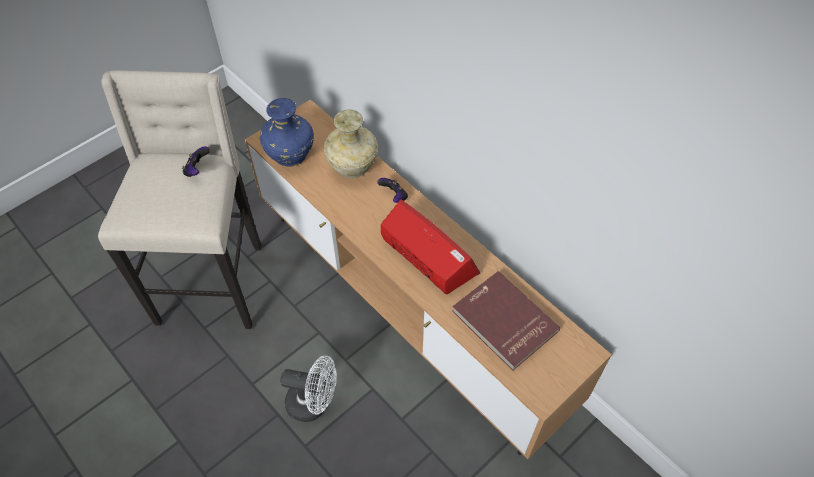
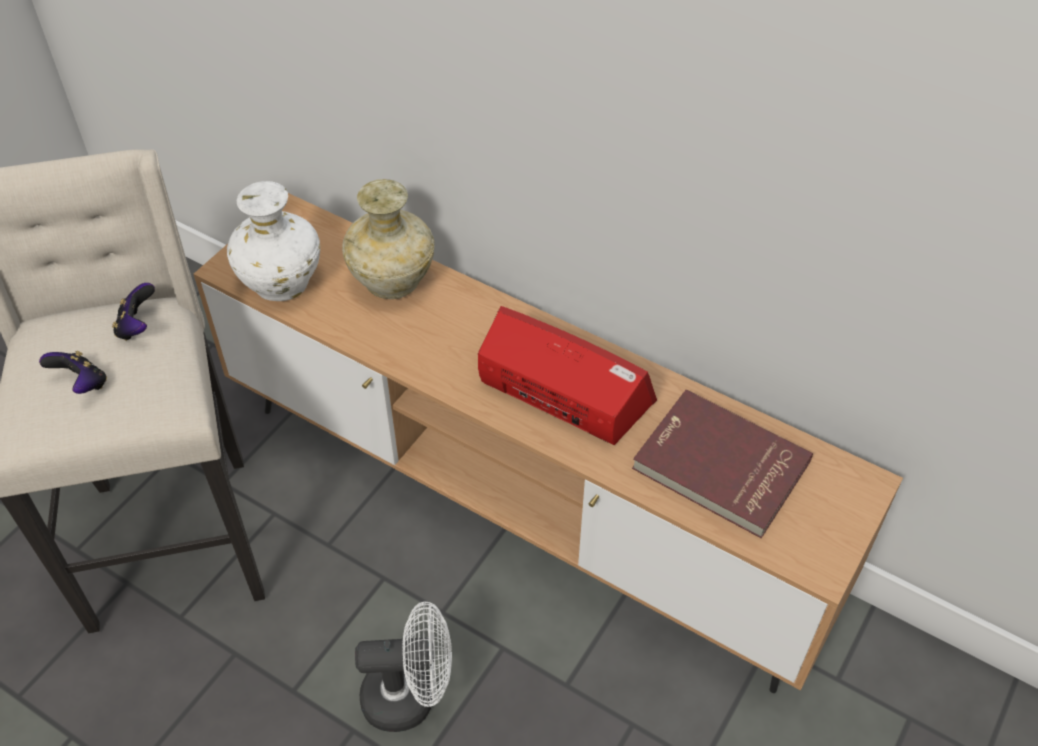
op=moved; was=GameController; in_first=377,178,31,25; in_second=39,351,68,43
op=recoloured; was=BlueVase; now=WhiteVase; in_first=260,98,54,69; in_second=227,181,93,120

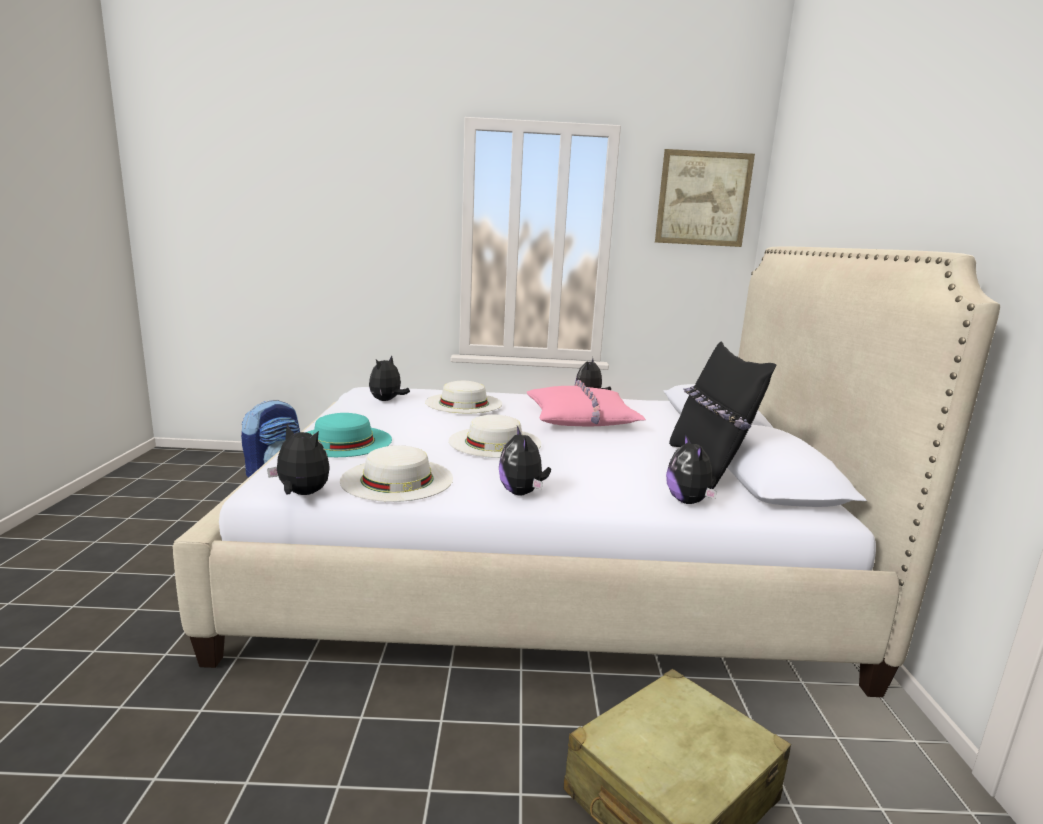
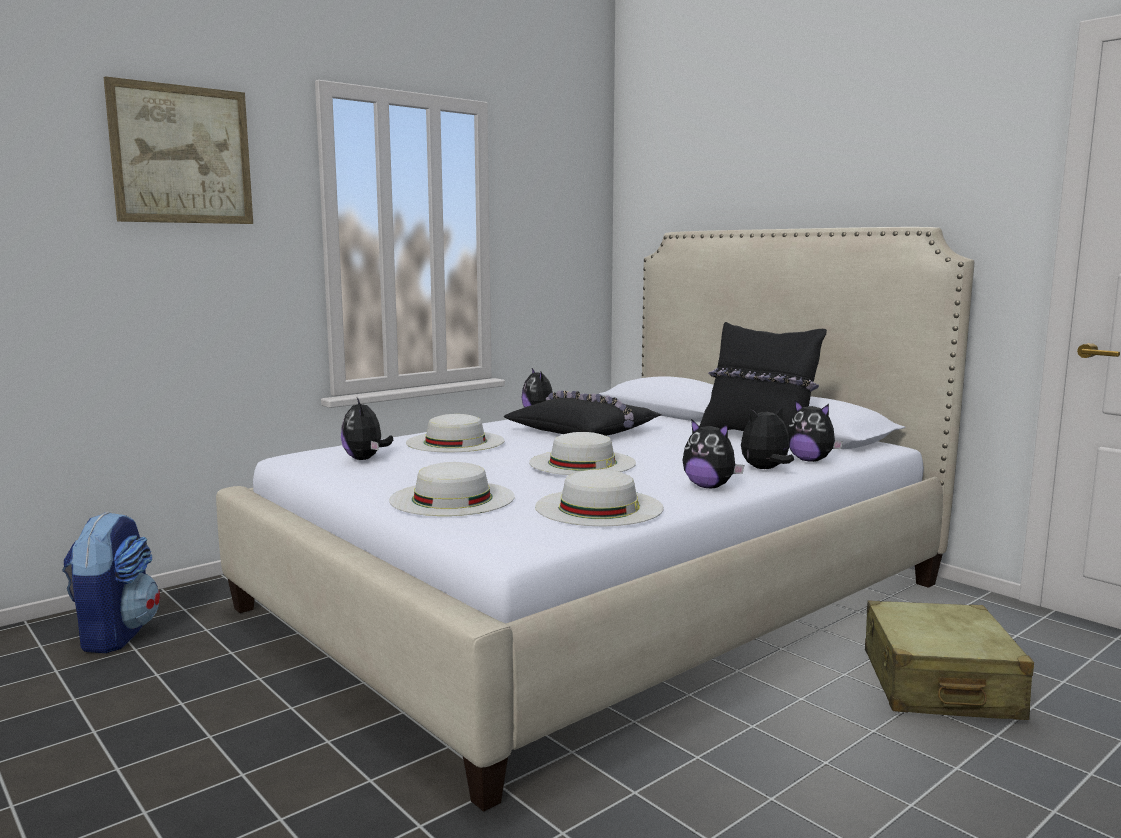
op=moved; was=Picture; in_first=655,149,100,98; in_second=104,76,149,148
op=recoloured; was=TurquoiseHat; now=WhiteHat; in_first=306,413,86,44; in_second=389,462,126,54
op=recoloured; was=PinkPillow; now=BlackPillow; in_first=527,380,119,46; in_second=503,390,158,46
op=moved; was=PlushToy; in_first=267,425,63,70; in_second=741,407,53,62

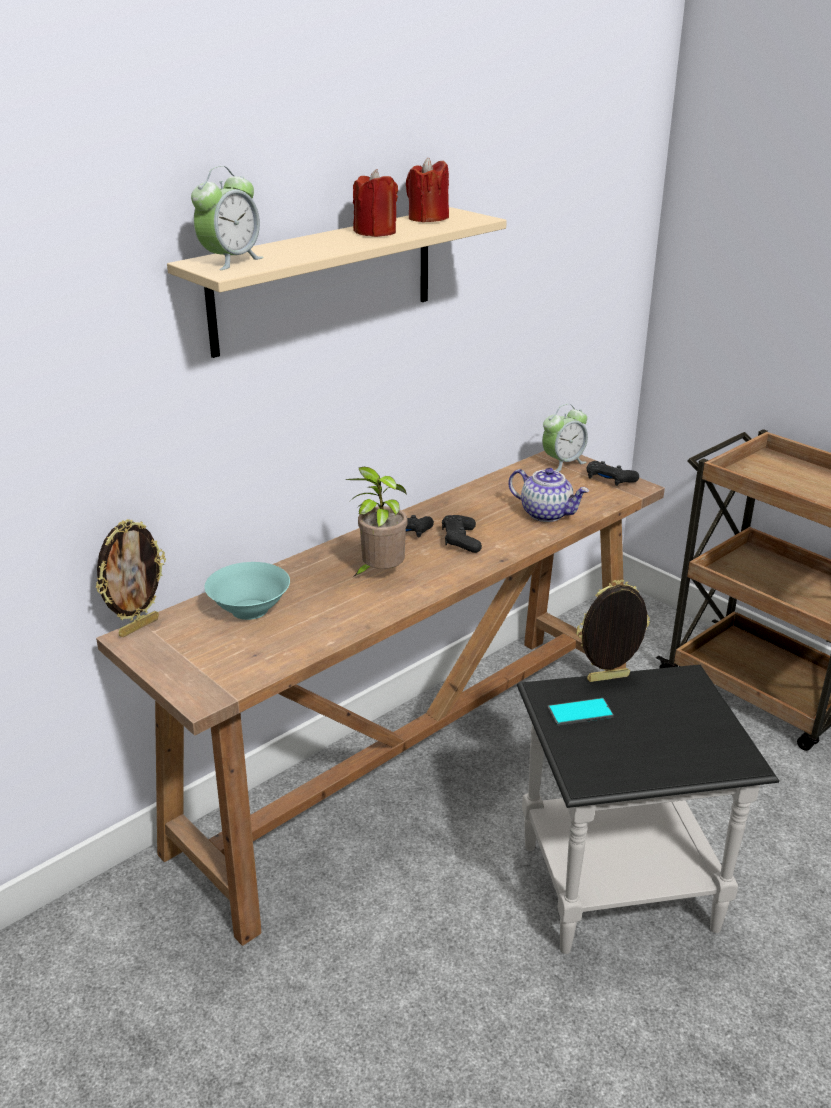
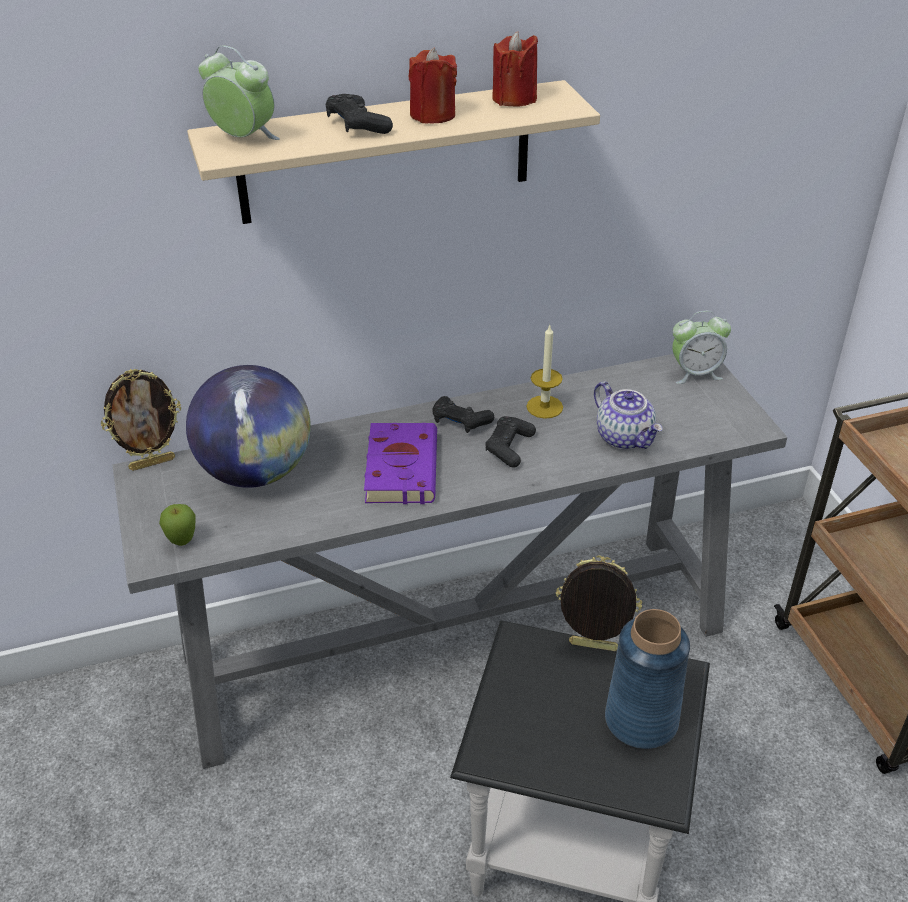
op=recoloured; was=BrownConsoleTable; now=GreyConsoleTable; in_first=96,451,569,495; in_second=112,354,675,415
op=added; now=Apple; in_second=159,504,36,42
op=replaced; was=TurquoiseBowl; now=Globe; in_first=205,562,85,58; in_second=186,365,125,123
op=turned; was=AlarmClock; in_first=191,166,73,104; in_second=199,45,81,95; clockwise=-120
op=moved; was=BlackGameController; in_first=587,461,52,25; in_second=326,94,67,40
op=replaced; was=PottedPlant; now=PurpleBook; in_first=346,467,61,111; in_second=364,423,73,81
op=added; now=Candle; in_second=526,324,37,95
op=added; now=BlueVase; in_second=605,609,85,140
op=removed; was=Phone; in_first=547,698,67,28

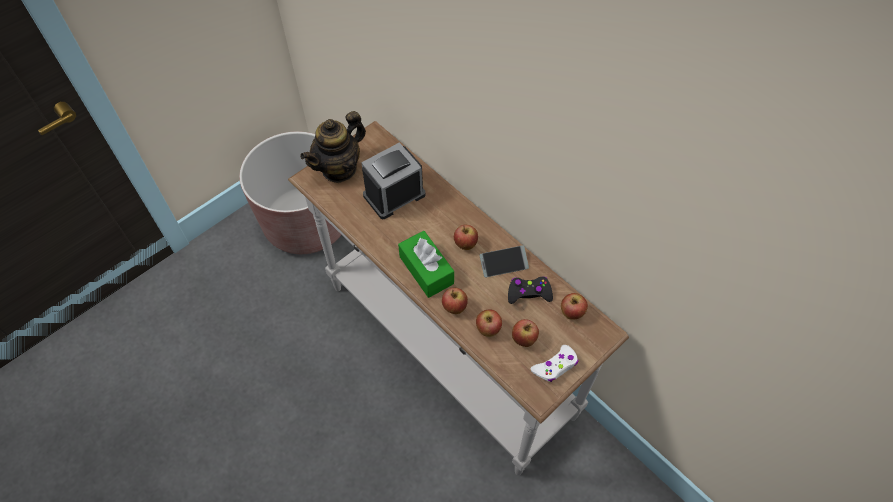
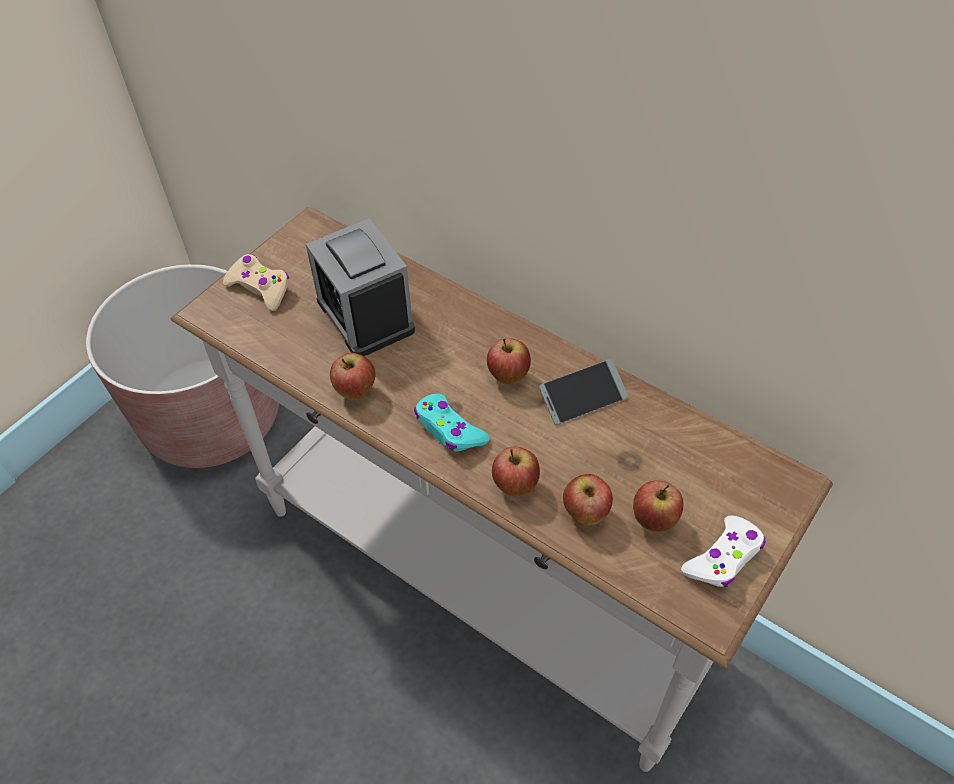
op=replaced; was=Teapot; now=BeigeGameController; in_first=300,111,66,72; in_second=223,254,66,57
op=turned; was=AlarmClock; in_first=361,143,65,76; in_second=306,218,109,138; clockwise=-75
op=moved; was=Apple; in_first=561,293,27,27; in_second=330,353,45,47
op=replaced; was=GreenTissueBox; now=TurquoiseGameController; in_first=398,231,56,67; in_second=414,393,76,58
op=removed; was=BlackGameController; in_first=508,276,45,28

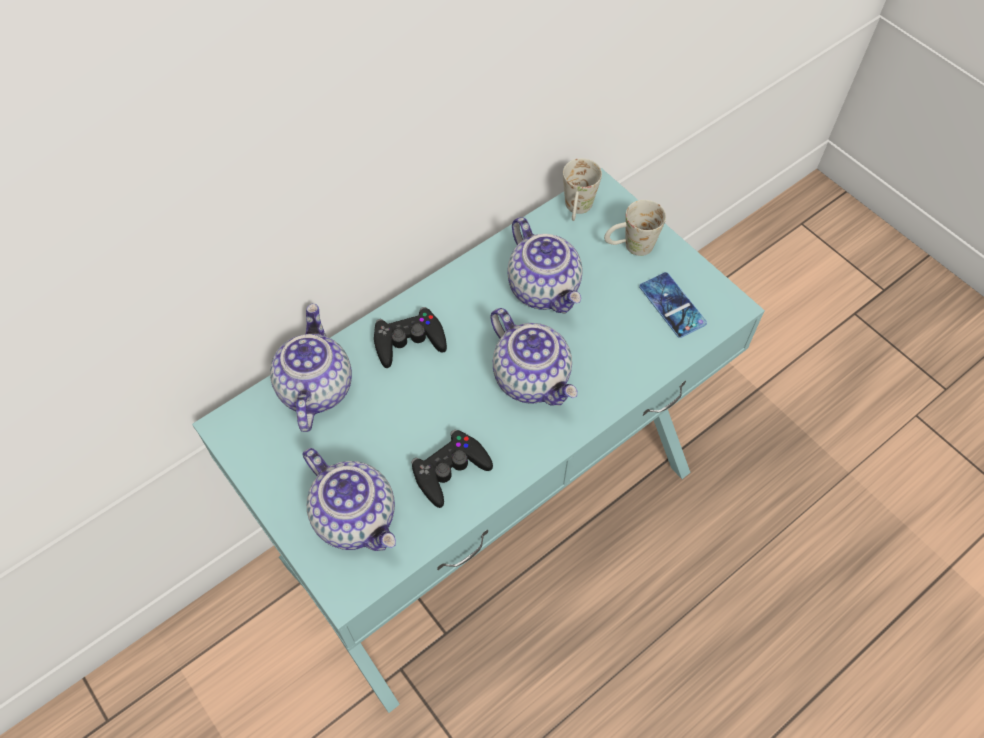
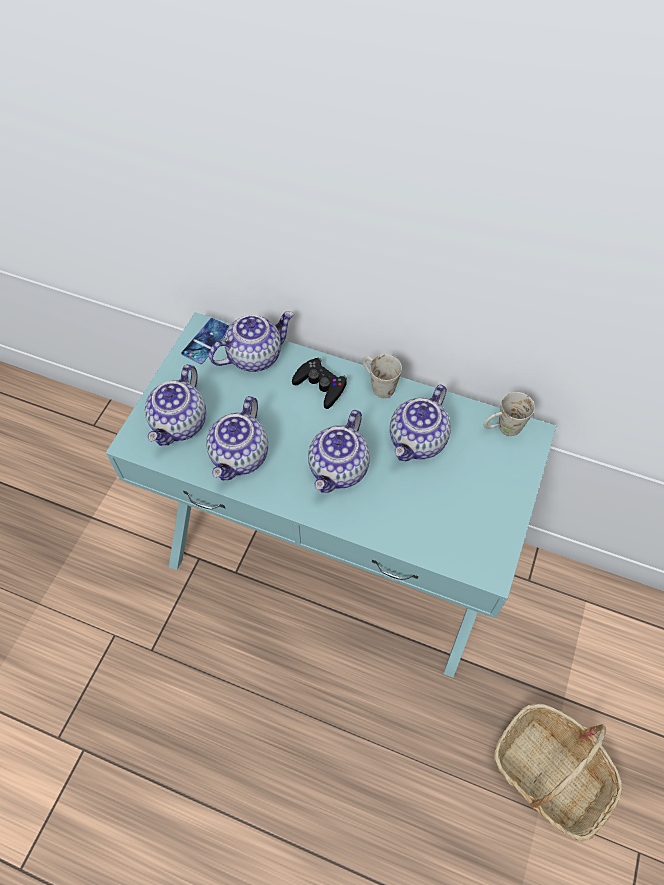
op=moved; was=Phone; in_first=639,272,68,66; in_second=181,318,48,46
op=replaced; was=BlackGameController; now=Teapot; in_first=411,429,82,79; in_second=206,396,62,84
op=moved; was=WhiteMug; in_first=604,200,62,56; in_second=362,355,40,43
op=added; now=Basket; in_second=494,703,128,139

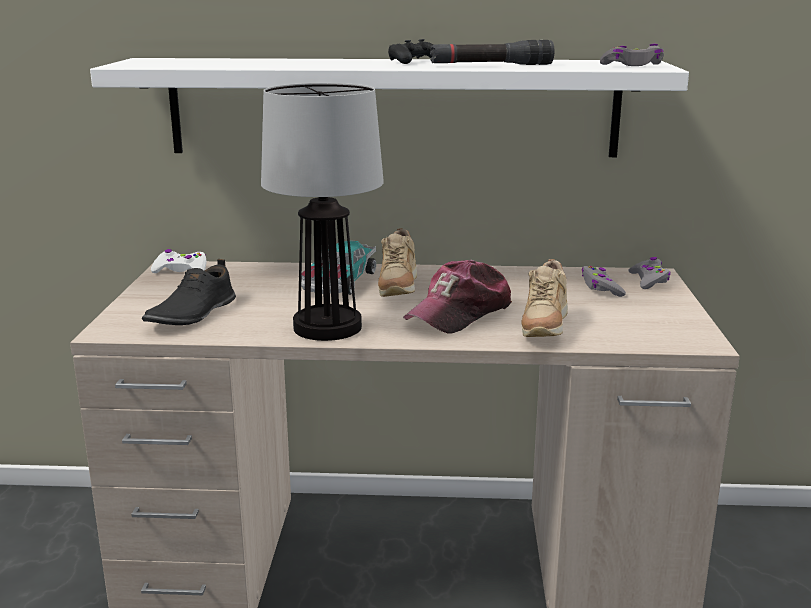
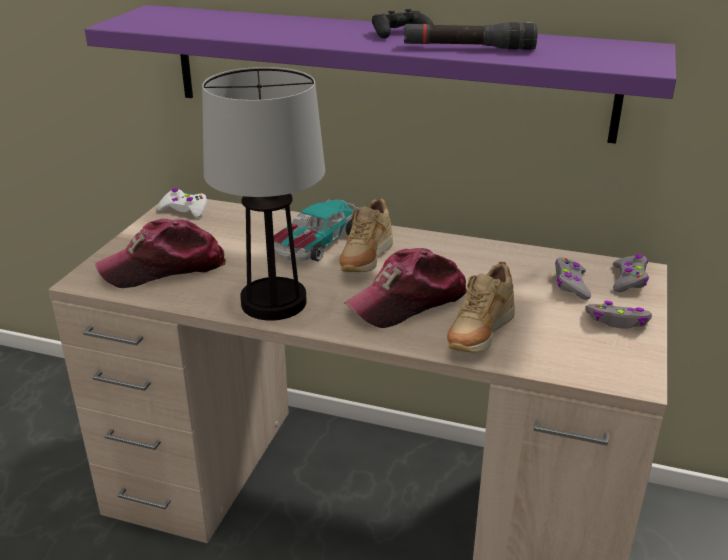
op=recoloured; was=WhiteShelf; now=PurpleShelf; in_first=90,58,599,99; in_second=85,5,591,139
op=replaced; was=BlackShoe; now=Cap; in_first=142,259,94,66; in_second=95,219,131,69
op=moved; was=GreyGameController; in_first=600,44,64,22; in_second=585,301,67,28

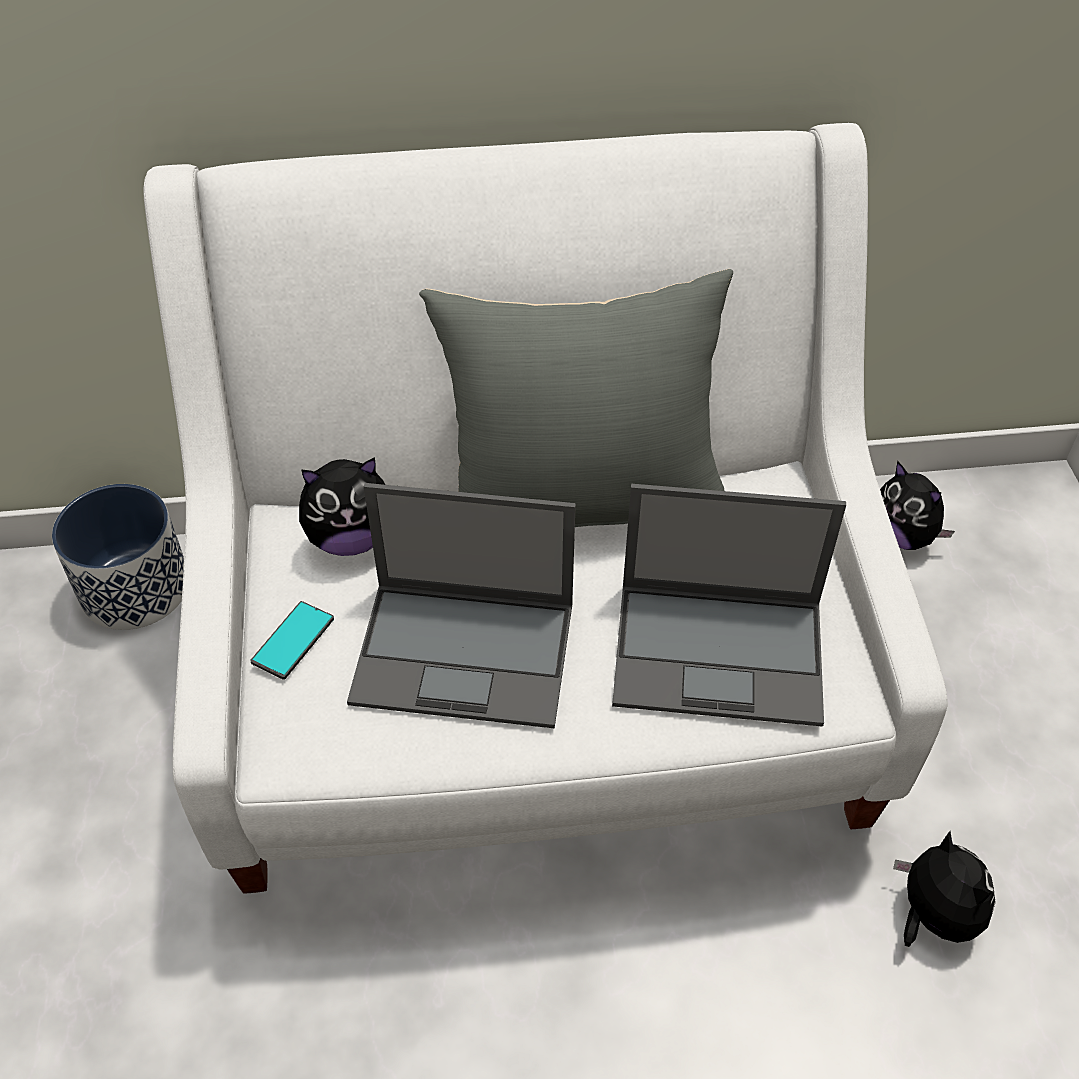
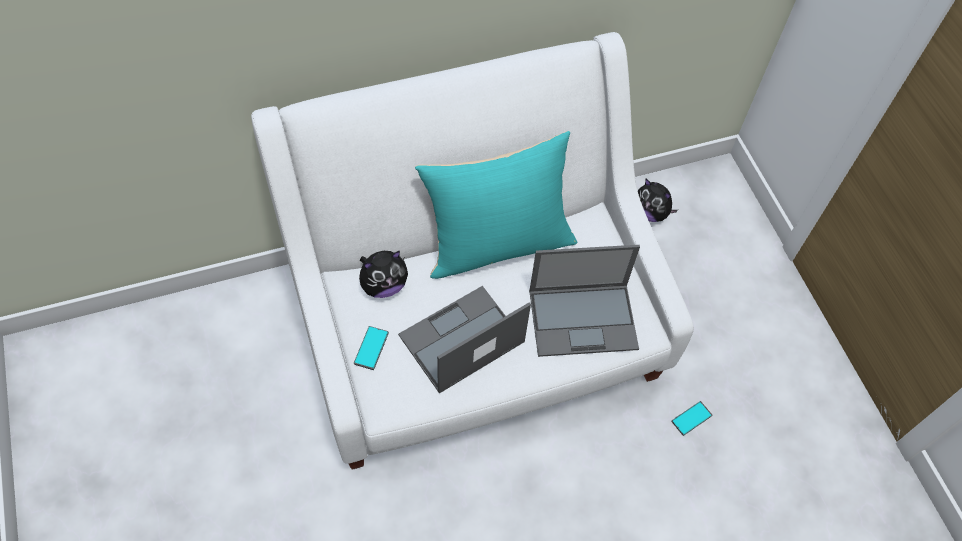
op=turned; was=Laptop; in_first=347,483,229,245; in_second=398,286,133,107; clockwise=150
op=recoloured; was=GreyPillow; now=TurquoisePillow; in_first=419,269,314,258; in_second=415,131,162,148
op=replaced; was=PlushToy; now=Phone; in_first=893,831,102,116; in_second=671,401,41,35
op=removed; was=Planter; in_first=52,484,132,146

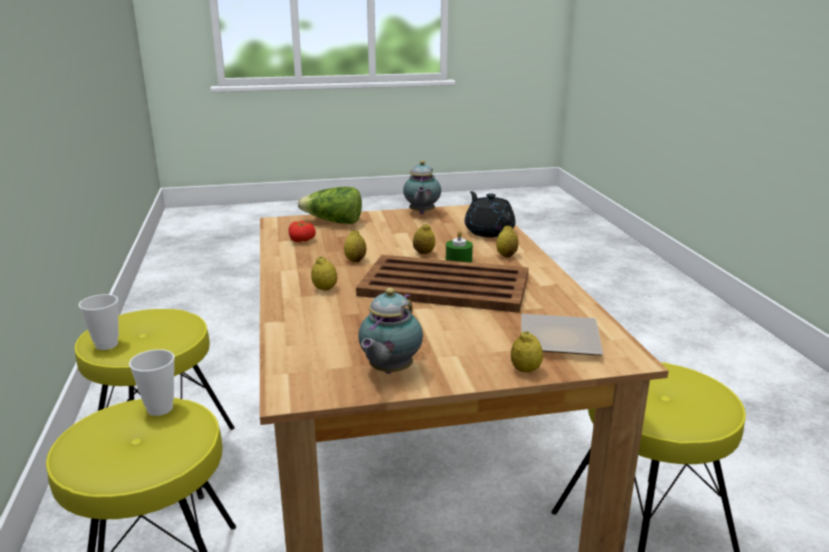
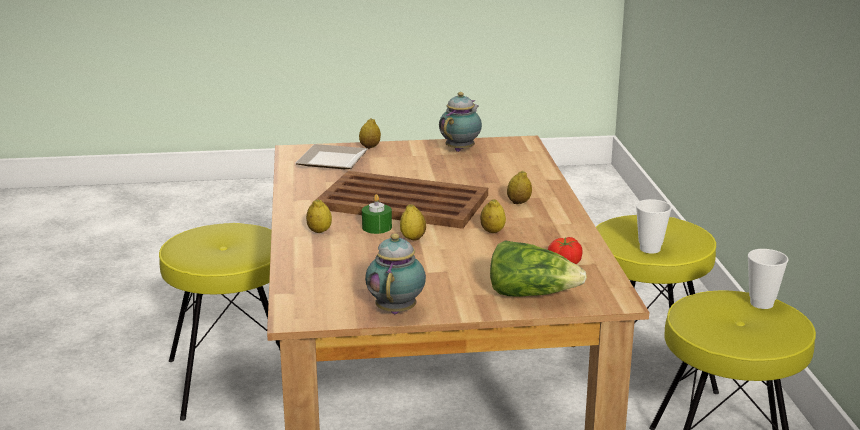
op=removed; was=BlackTeapot; in_first=465,191,50,47

